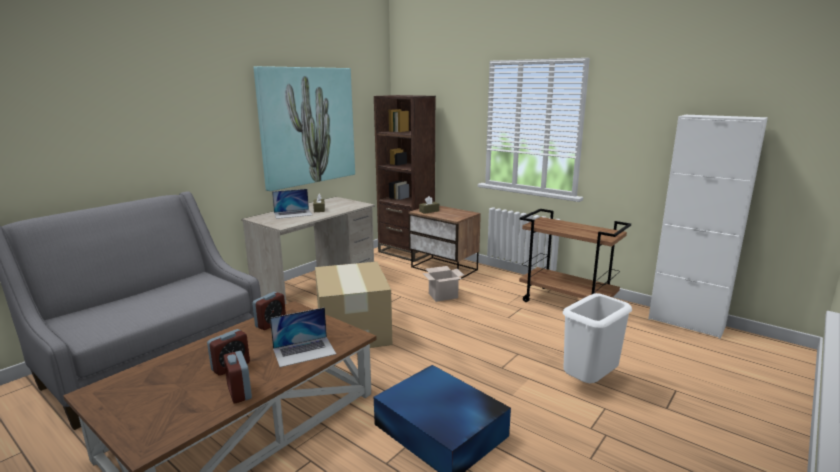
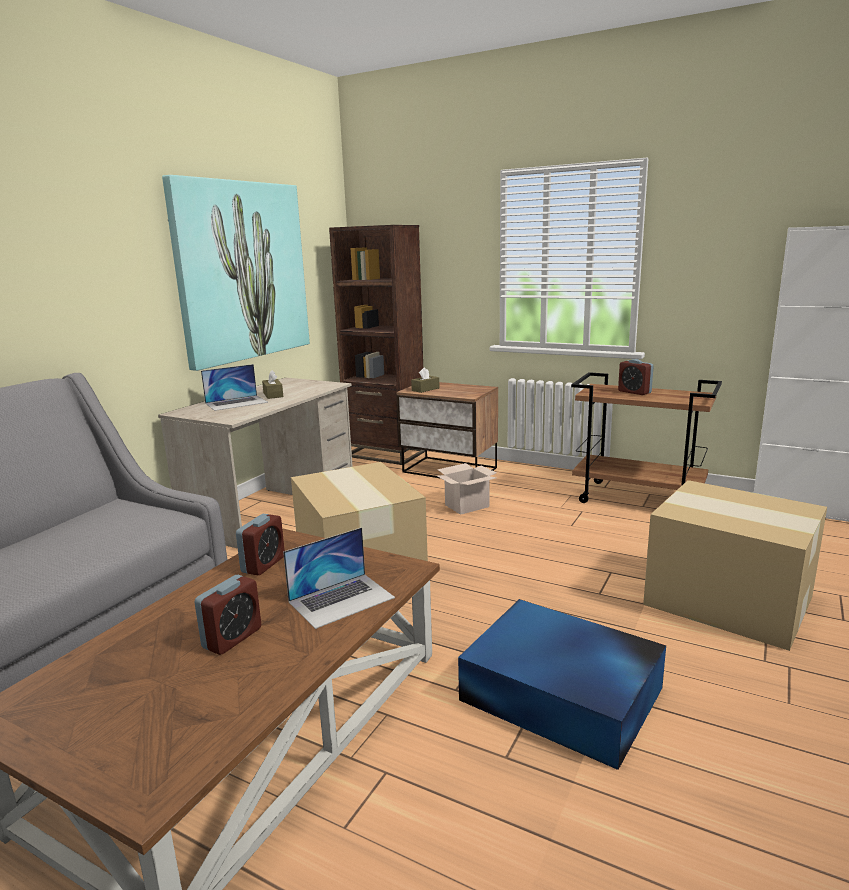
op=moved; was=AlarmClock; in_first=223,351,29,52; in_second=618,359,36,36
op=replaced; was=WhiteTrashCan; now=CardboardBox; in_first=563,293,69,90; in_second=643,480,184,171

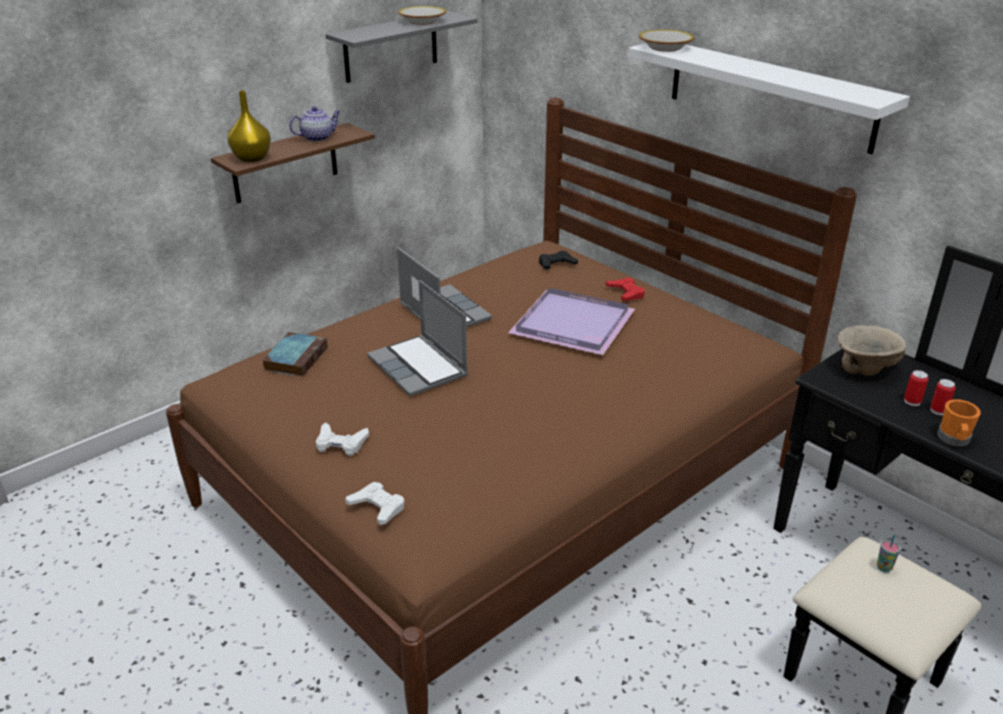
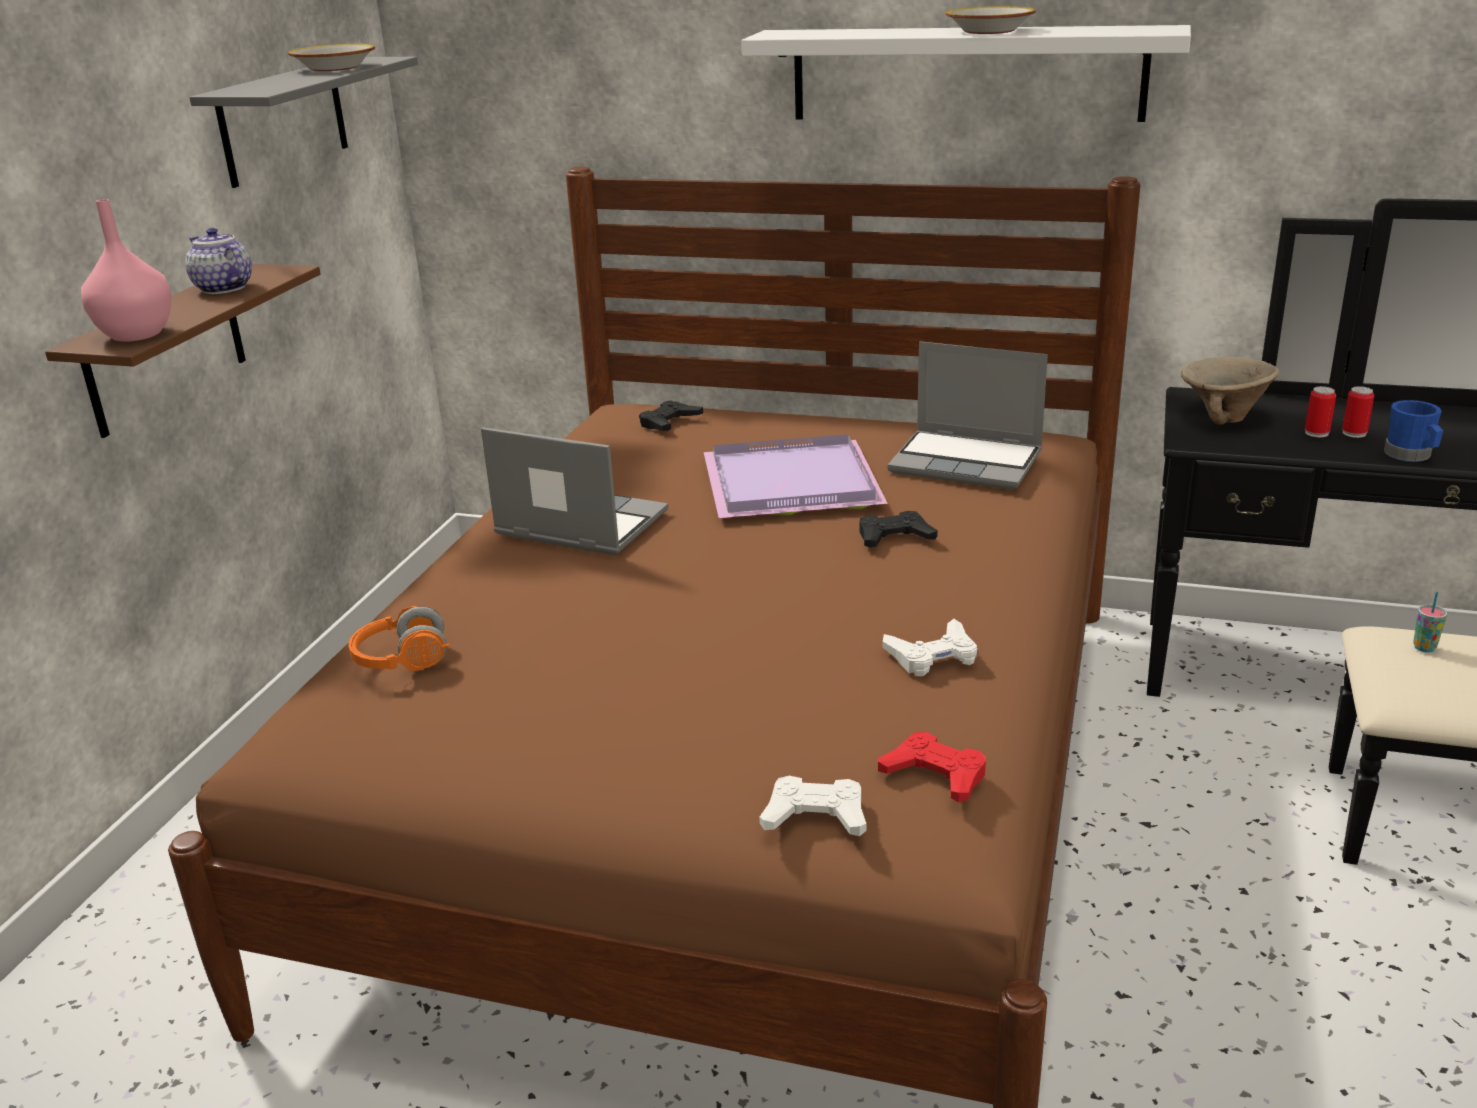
op=recoloured; was=YellowVase; now=PinkVase; in_first=227,91,44,71; in_second=81,199,91,143
op=turned; was=Teapot; in_first=289,106,52,36; in_second=185,228,67,66; clockwise=-75
op=replaced; was=Book; now=OrangeHeadphones; in_first=263,332,64,45; in_second=349,606,101,65
op=added; now=BlackGameController; in_second=860,511,78,37
op=moved; was=RedGameController; in_first=606,278,39,23; in_second=878,732,108,71
op=moved; was=WhiteGameController; in_first=316,422,53,34; in_second=883,619,94,57
op=moved; was=Laptop; in_first=367,280,101,116; in_second=888,341,160,149
op=moved; was=Bowl; in_first=639,30,55,22; in_second=945,6,91,28
op=recoloured; was=OrangeMug; now=BlueMug; in_first=937,399,44,47; in_second=1384,400,59,62

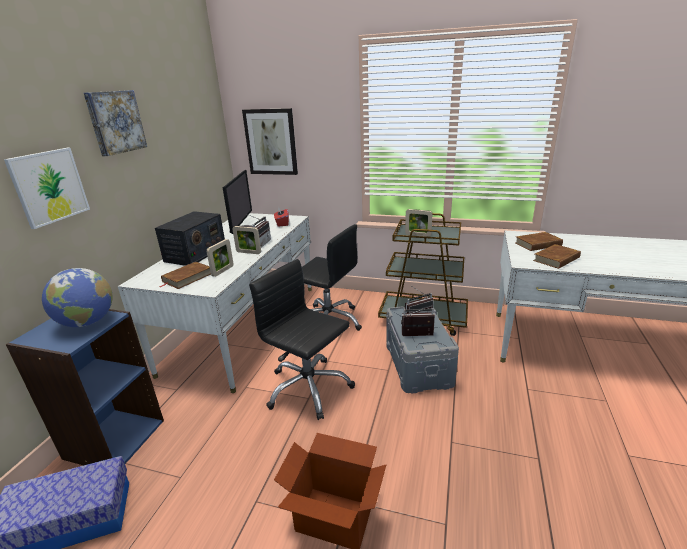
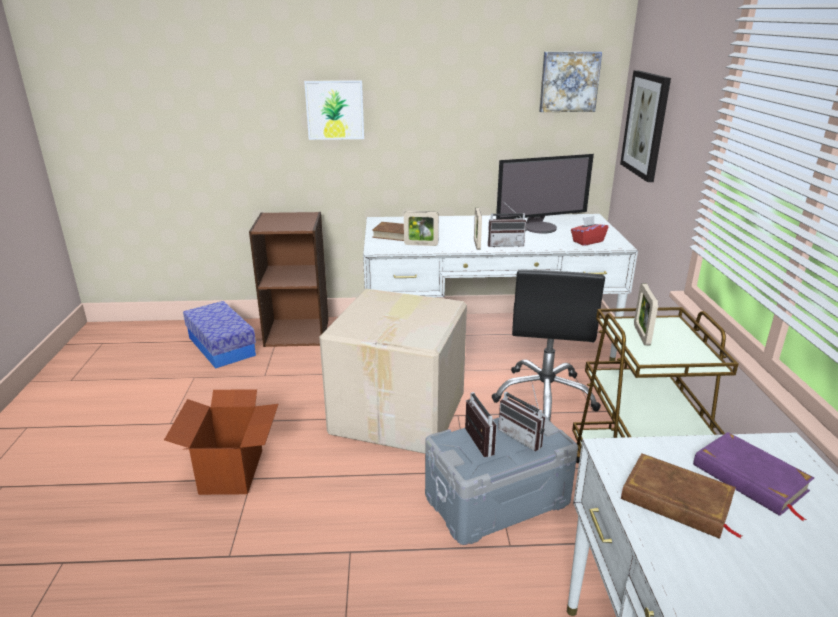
op=recoloured; was=BlueBookcase; now=BrownBookcase; in_first=6,309,158,156; in_second=249,212,80,135
op=replaced; was=BlackOfficeChair; now=CardboardBox; in_first=249,259,106,161; in_second=319,289,148,165
op=moved; was=Picture; in_first=84,90,63,66; in_second=539,51,63,61
op=recoloured; was=BrownBook; now=PurpleBook; in_first=515,232,48,19; in_second=693,432,121,89
op=removed; was=Globe; in_first=42,268,71,59
op=removed; was=Radio; in_first=155,211,70,55

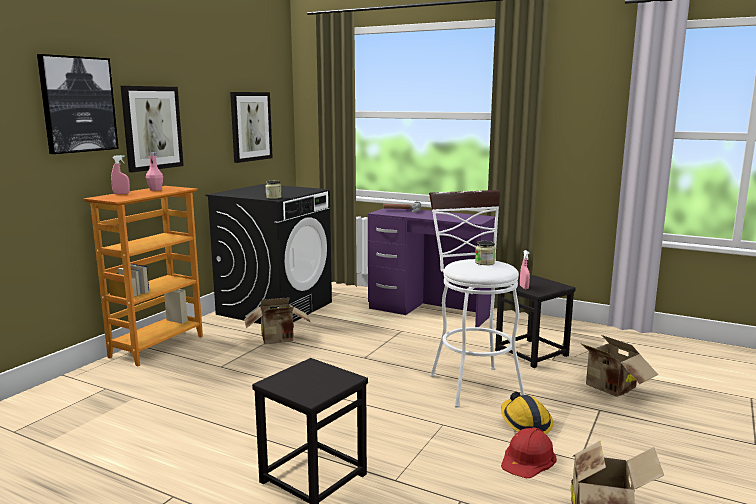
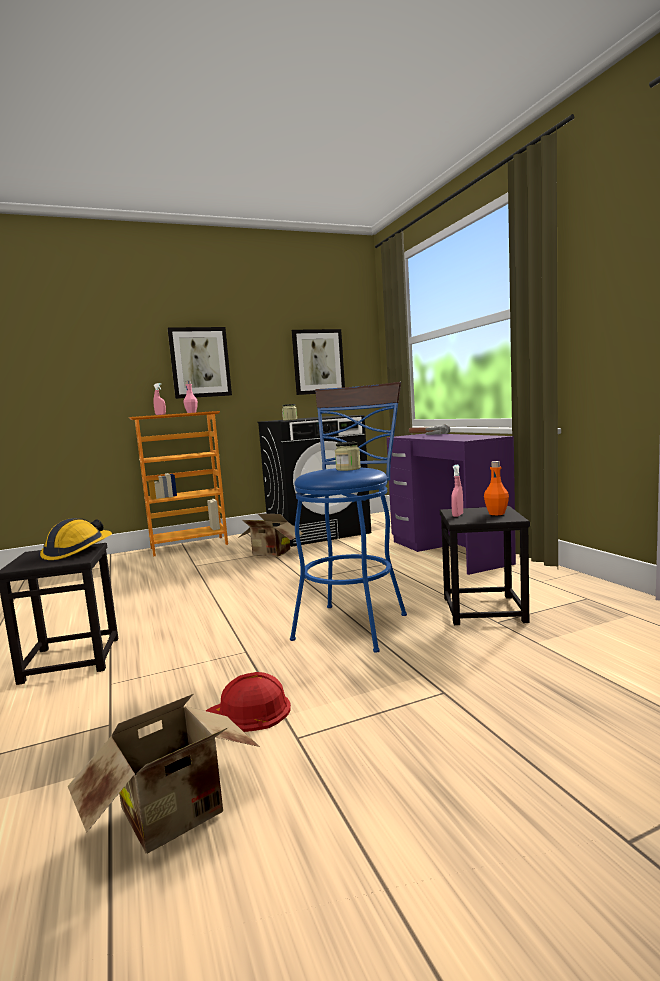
op=moved; was=HardHat; in_first=501,392,52,42; in_second=40,518,72,42
op=recoloured; was=WhiteStool; now=BlueStool; in_first=429,190,96,218; in_second=290,382,117,271
op=added; now=OrangeBottle; in_second=484,461,25,54
op=removed; was=Picture; in_first=37,54,82,100
op=removed; was=CardboardBox; in_first=575,335,83,62

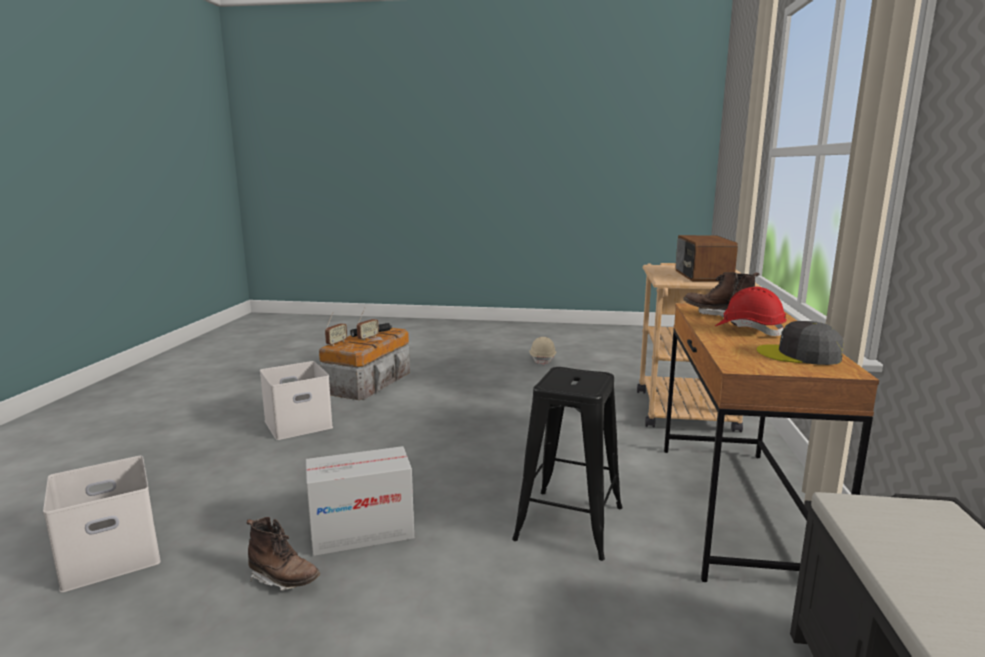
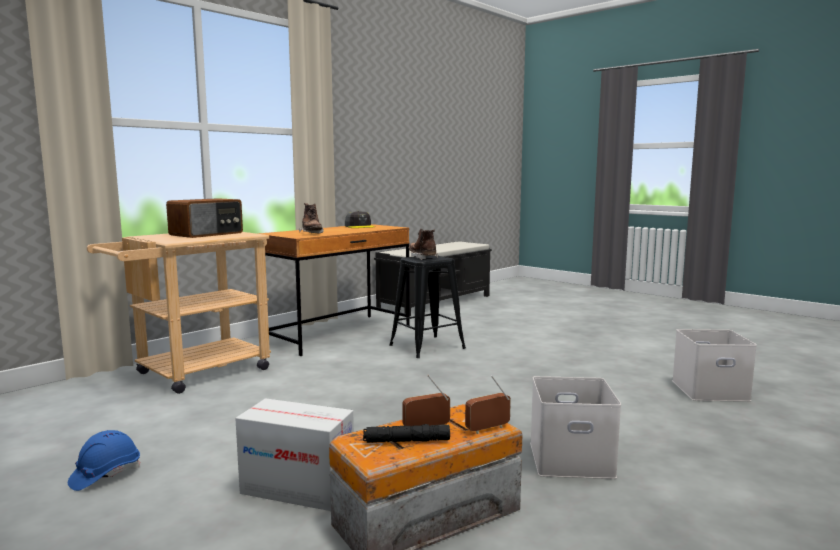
op=recoloured; was=BeigeHardHat; now=BlueHardHat; in_first=530,337,27,28; in_second=68,430,72,61
op=moved; was=CardboardBox; in_first=306,446,108,110; in_second=235,398,119,113
op=moved; was=BrownBoot; in_first=247,517,73,73; in_second=409,229,29,31
op=removed; was=RedHardHat; in_first=715,287,72,49

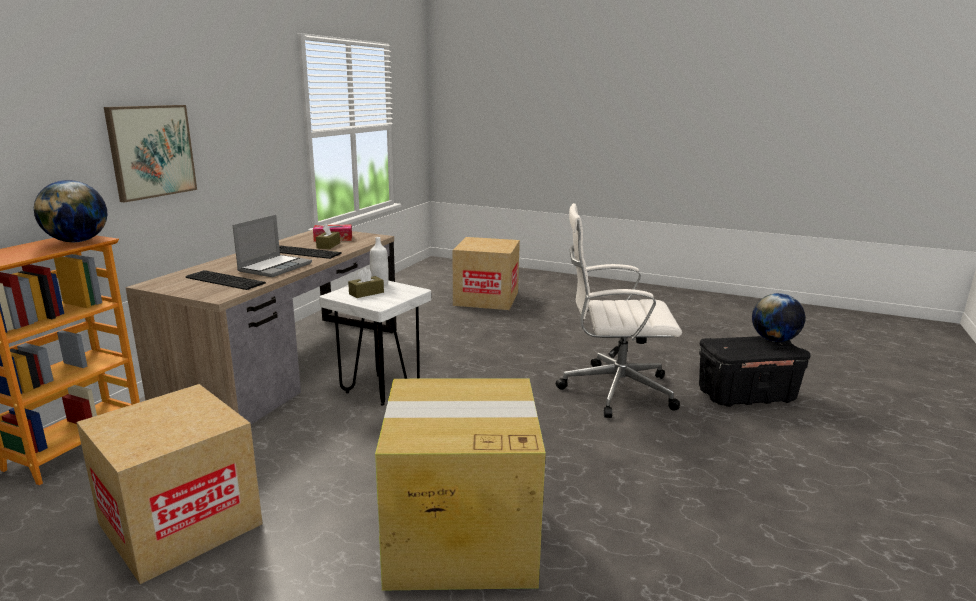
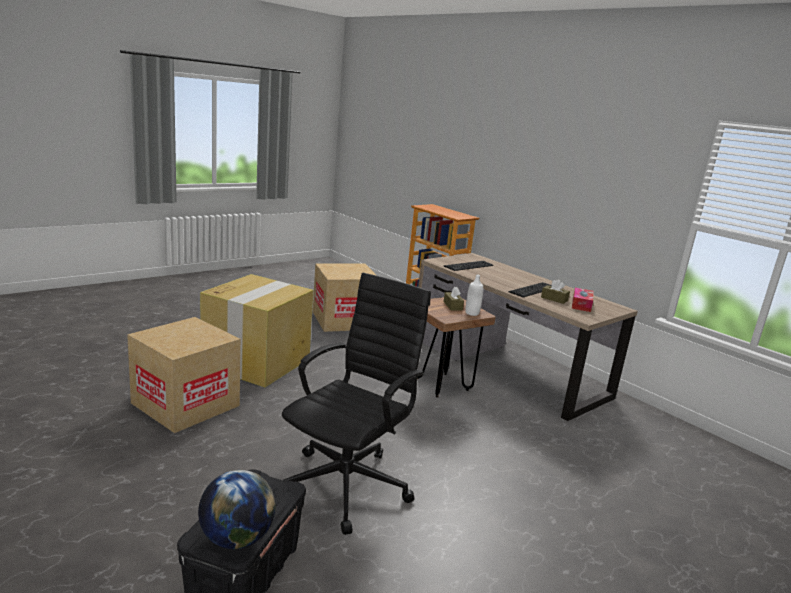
op=moved; was=CardboardBox; in_first=453,237,67,73; in_second=127,317,114,116
op=recoloured; was=WhiteOfficeChair; now=BlackOfficeChair; in_first=556,203,126,215; in_second=282,273,149,262
op=recoloured; was=WhiteStool; now=BrownStool; in_first=319,281,112,125; in_second=417,297,79,100
op=removed; was=Globe; in_first=34,180,73,62
op=removed; was=Picture; in_first=104,105,93,97
op=removed; was=Laptop; in_first=233,215,79,62

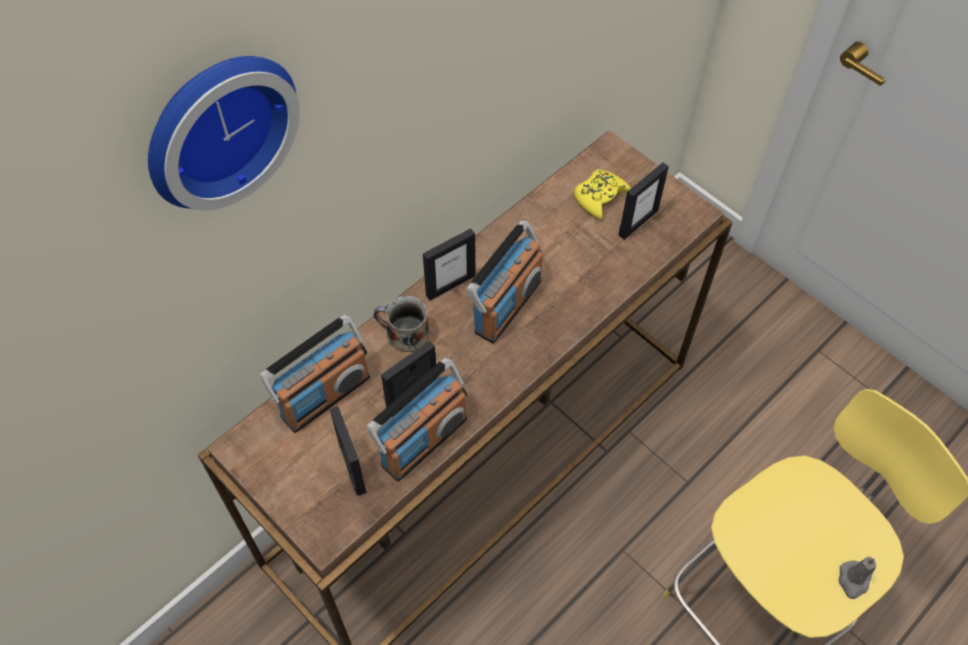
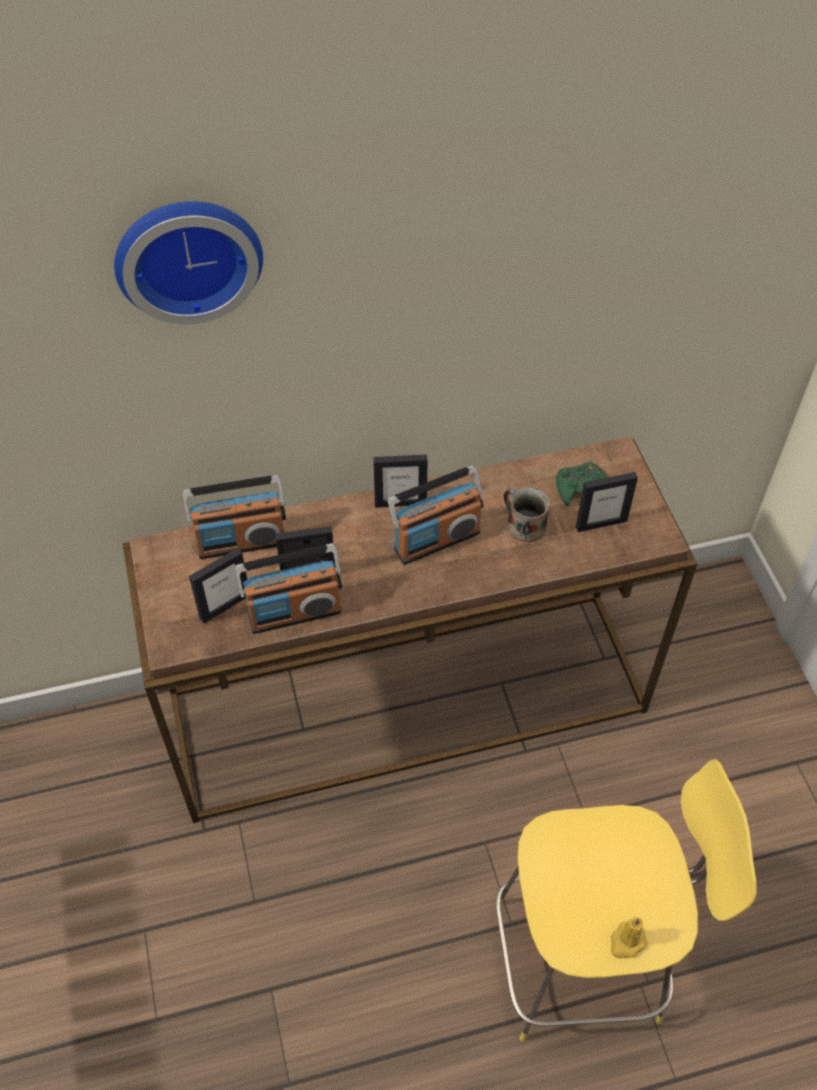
op=turned; was=PictureFrame; in_first=330,406,36,90; in_second=189,548,58,75; clockwise=45
op=moved; was=Mug; in_first=373,295,56,57; in_second=504,487,46,55
op=recoloured; was=YellowGameController; now=GreenGameController; in_first=574,169,57,51; in_second=556,462,51,44
op=recoloured; was=GreyCandle; now=YellowCandle; in_first=839,557,37,42; in_second=610,917,38,41

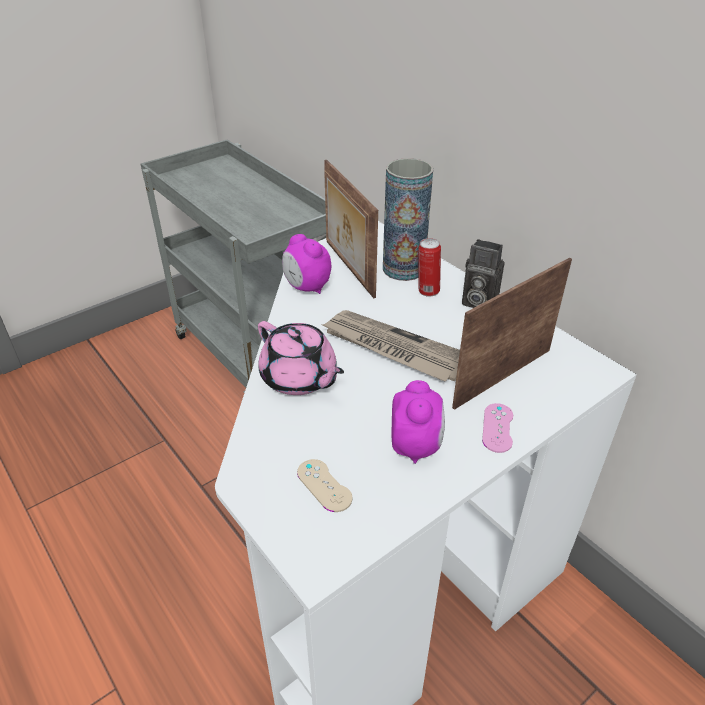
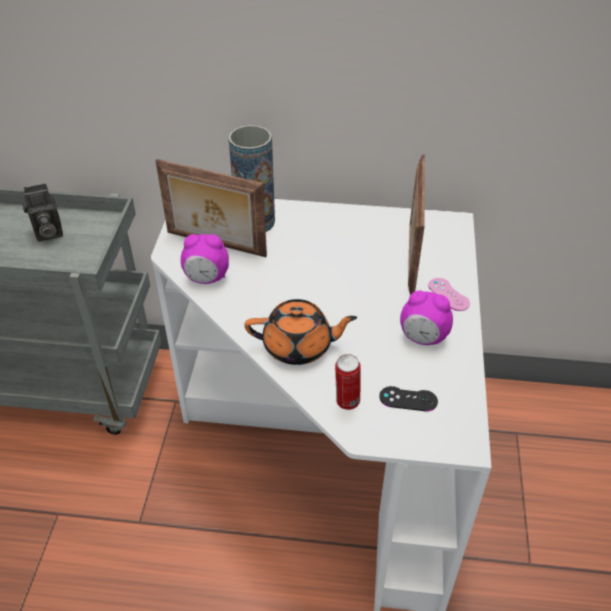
op=moved; was=PhotoCamera; in_first=462,239,42,69; in_second=23,183,40,58
op=recoloured; was=PinkTeapot; now=OrangeTeapot; in_first=258,321,86,74; in_second=244,299,113,66
op=moved; was=Can; in_first=418,238,23,59; in_second=335,354,26,56
op=recoloured; was=BeigeGameController; now=BlackGameController; in_first=297,459,55,53; in_second=379,386,59,25
op=turned; was=AlarmClock; in_first=392,380,53,84; in_second=400,291,53,54; clockwise=150
op=removed; was=Newspaper; in_first=322,310,138,72

